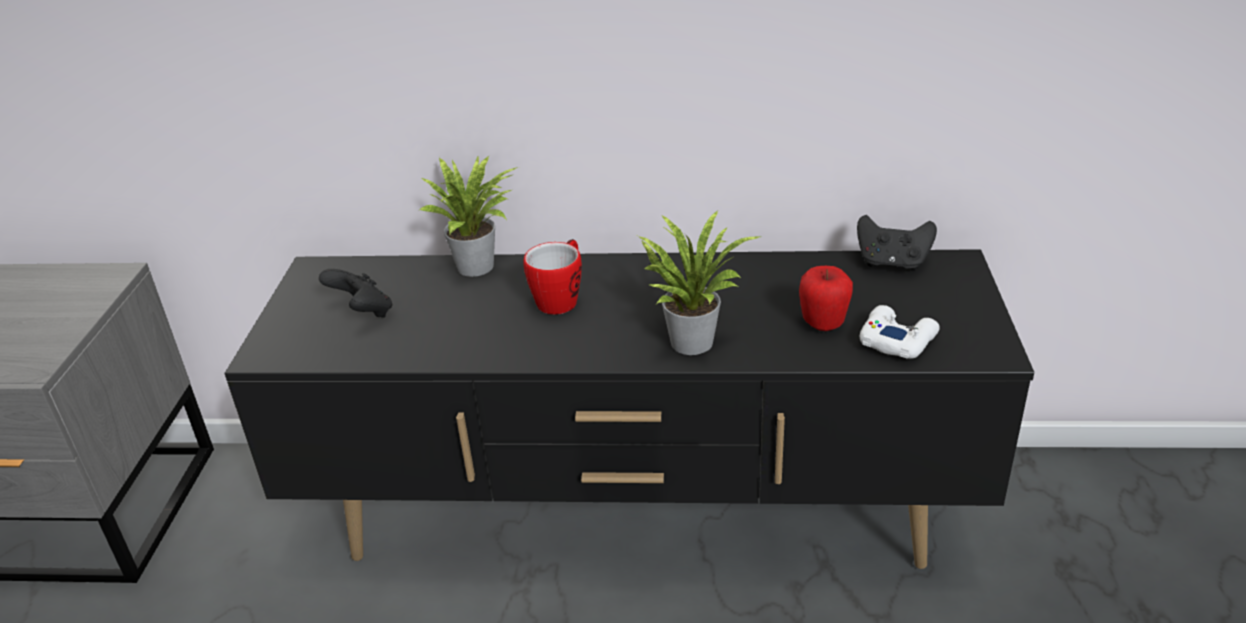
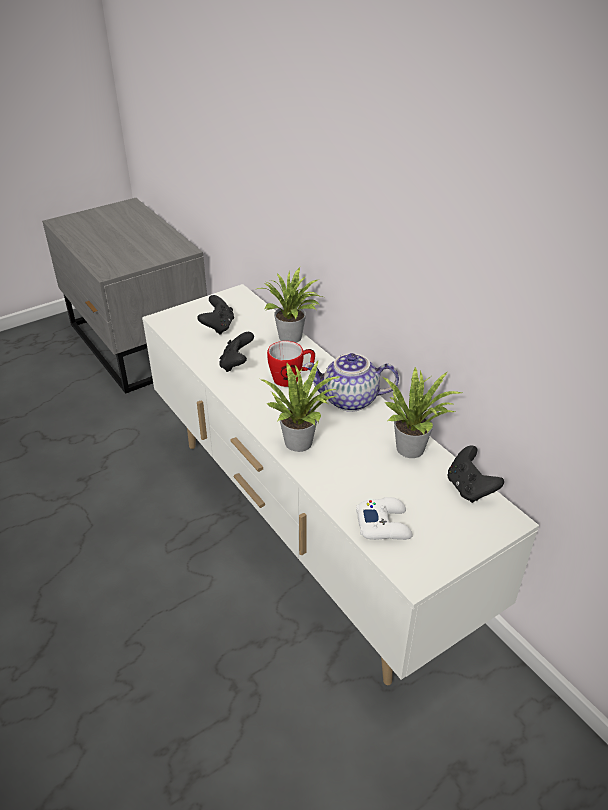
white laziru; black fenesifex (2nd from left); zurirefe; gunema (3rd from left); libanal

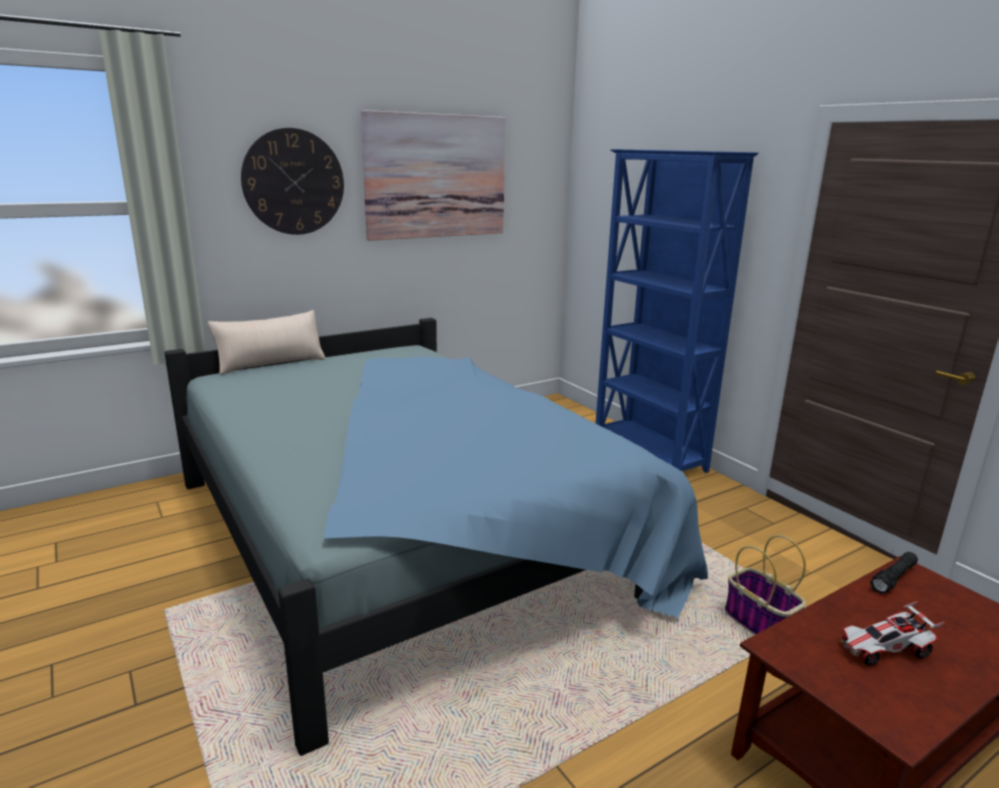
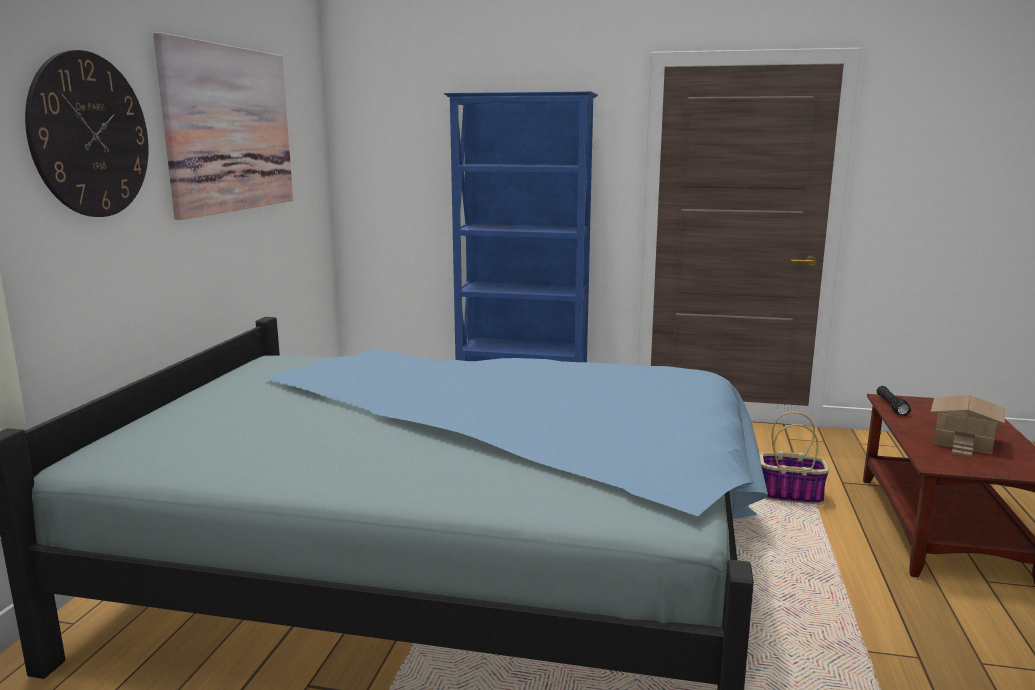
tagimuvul; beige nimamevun

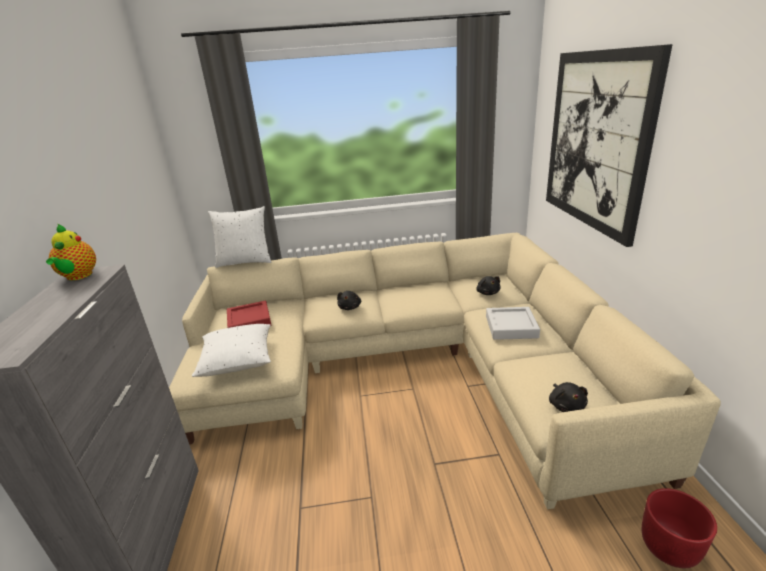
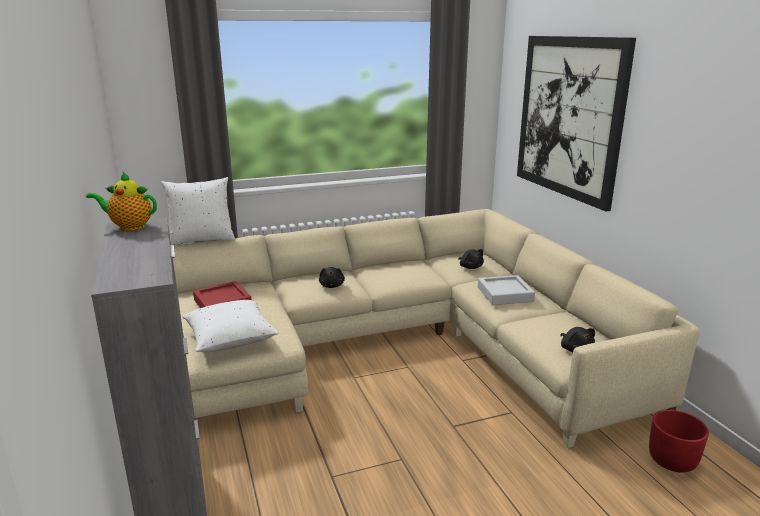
zurirefe

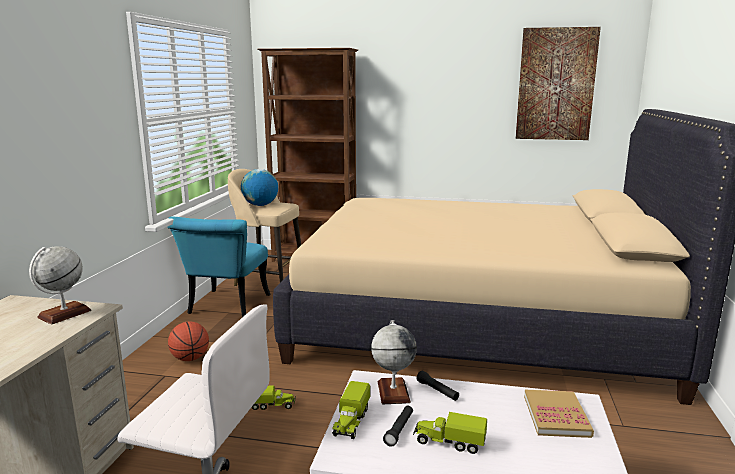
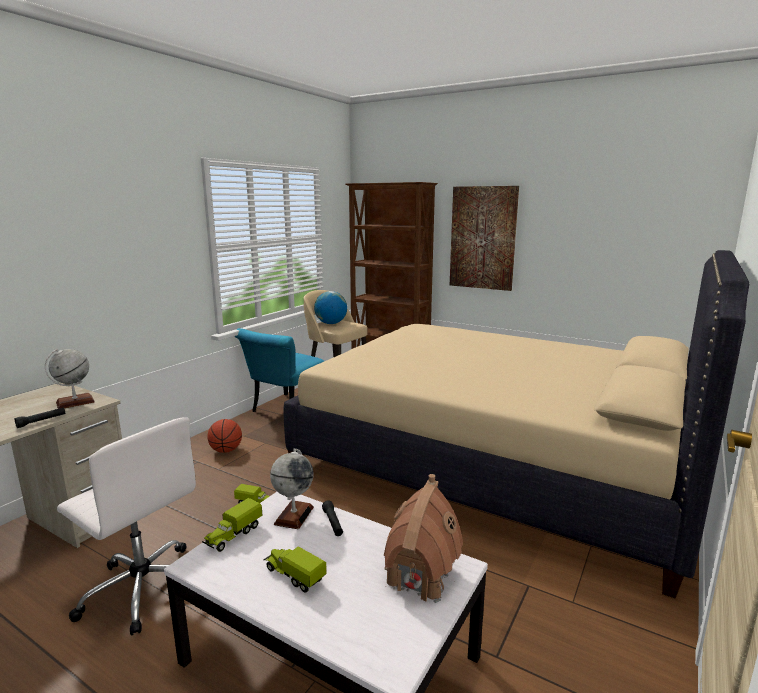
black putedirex (1st from left); tagimuvul; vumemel

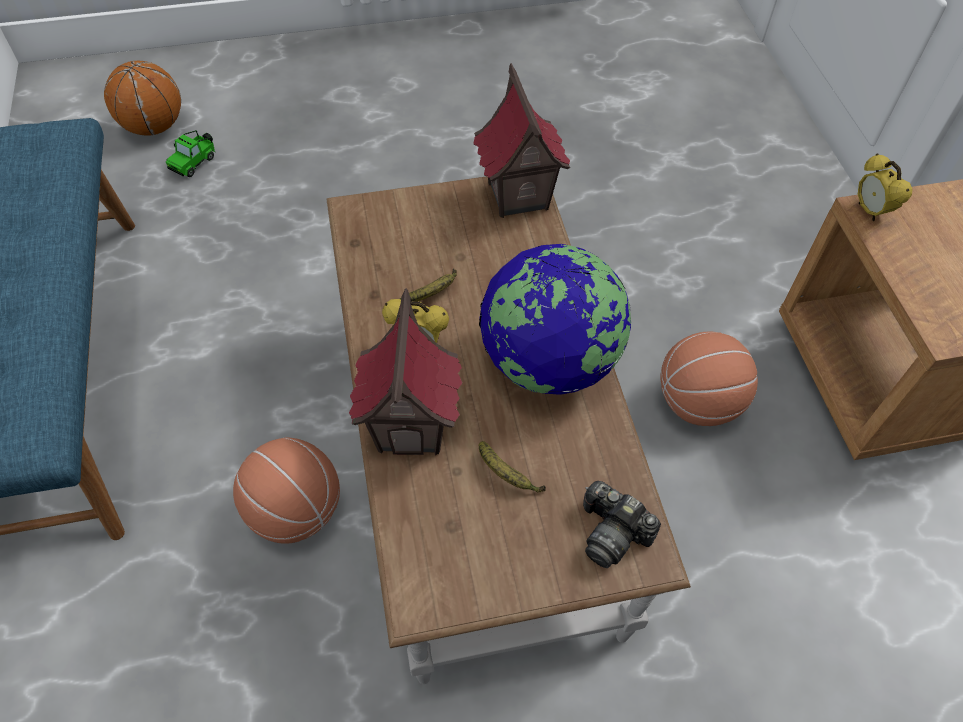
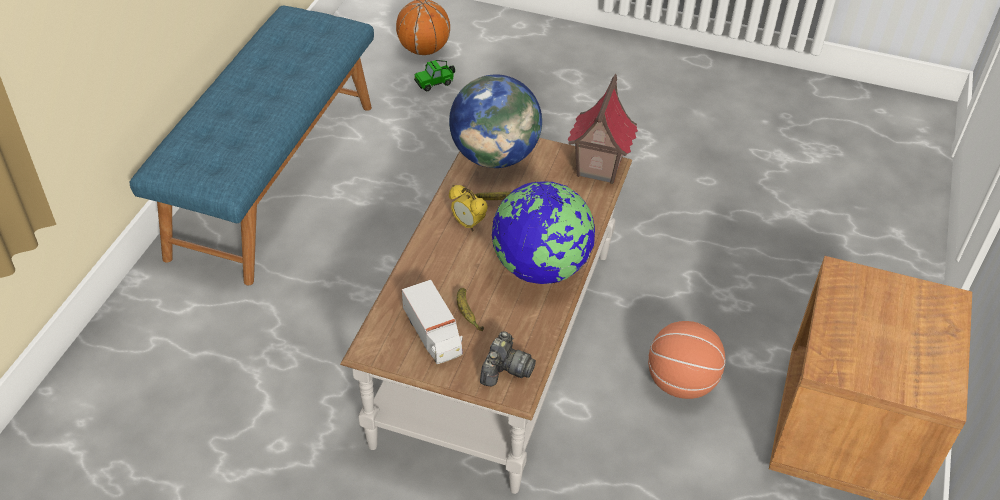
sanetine; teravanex (1st from left); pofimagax; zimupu (2nd from left in the first image); tagimuvul (1st from left in the first image); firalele (2nd from left in the first image)

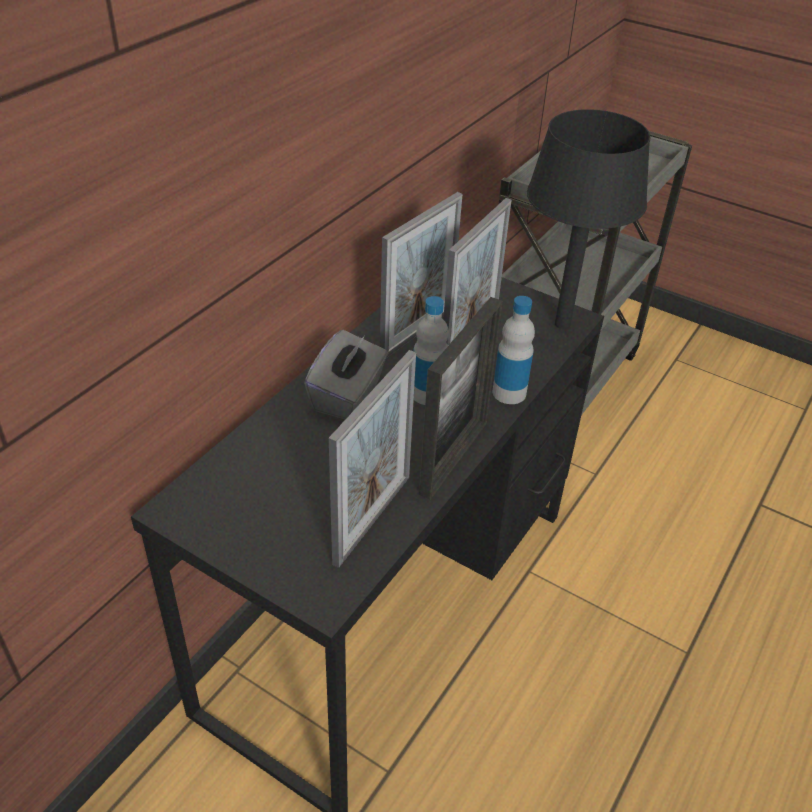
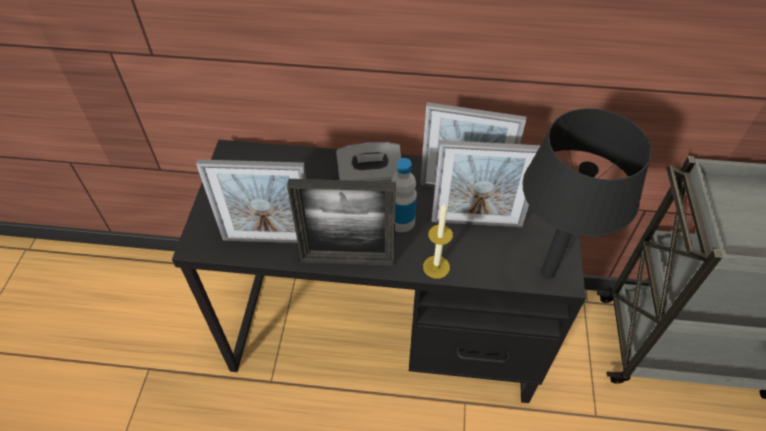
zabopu

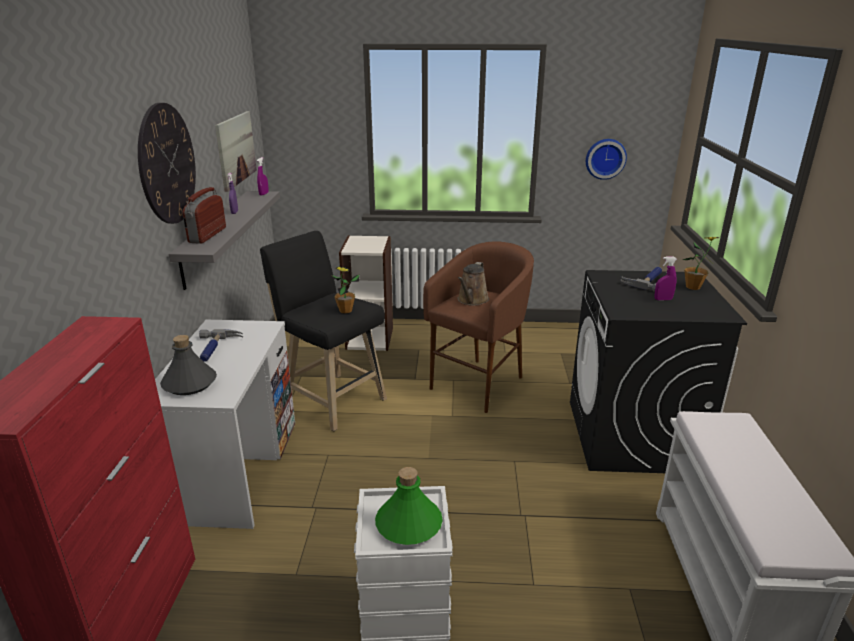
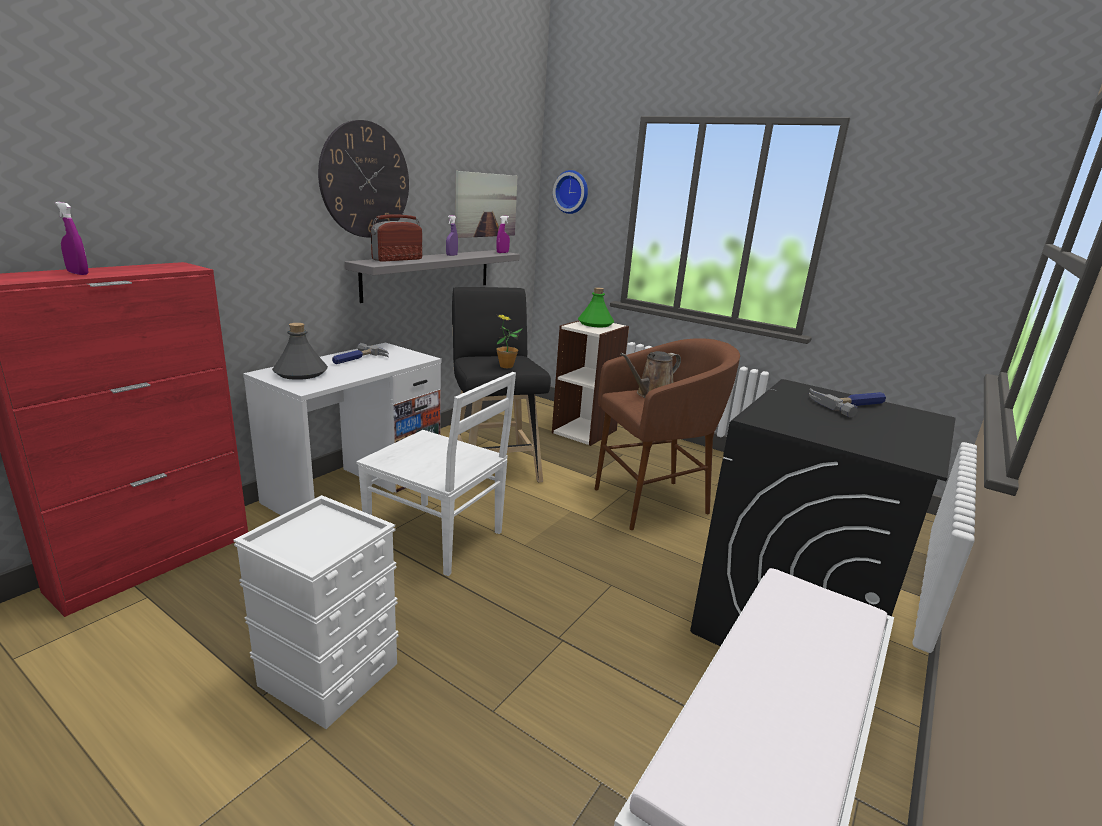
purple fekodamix (1st from left); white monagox; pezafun (2nd from left); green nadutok; gunema (2nd from left in the first image)

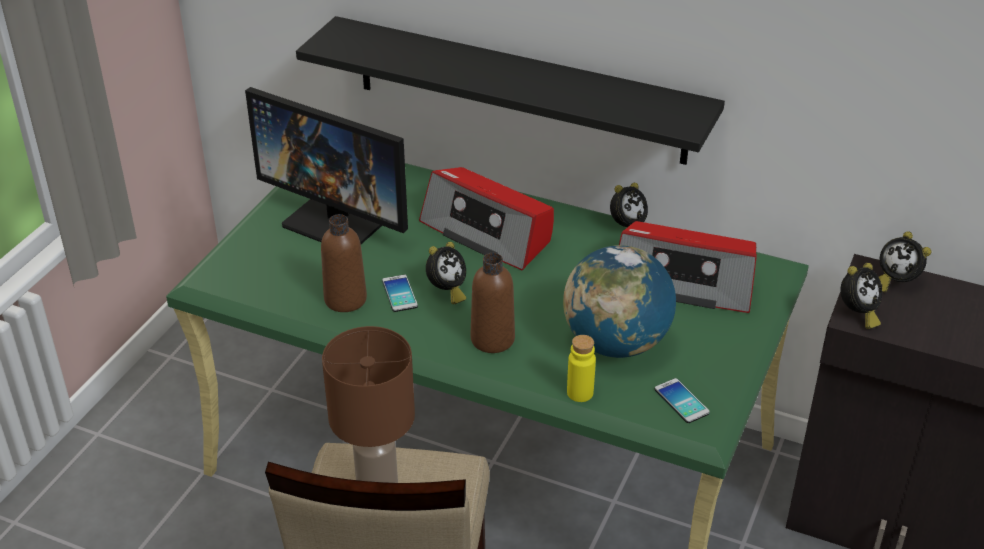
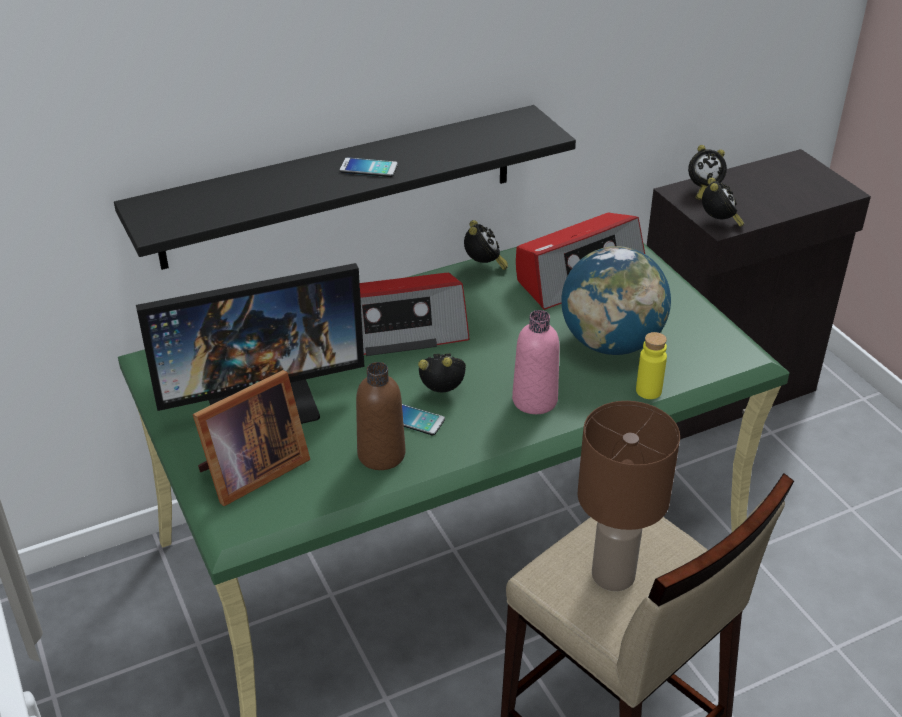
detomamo; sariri (1st from left); firalele (1st from left); pink nadutok

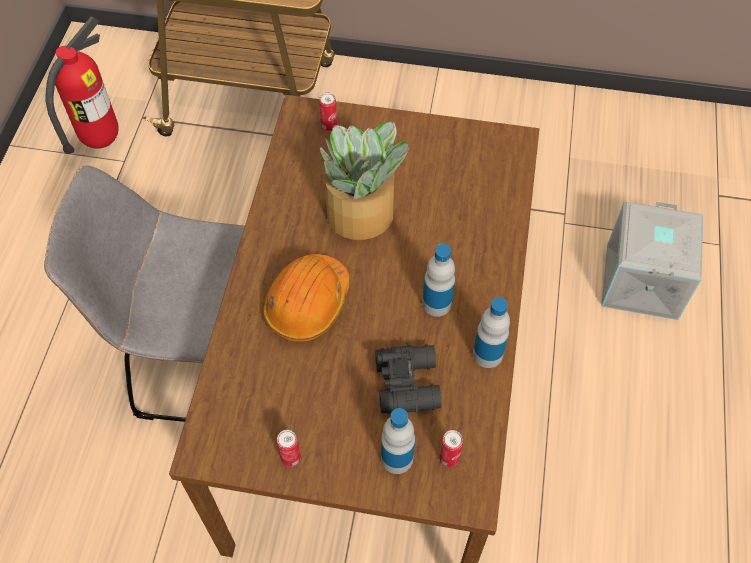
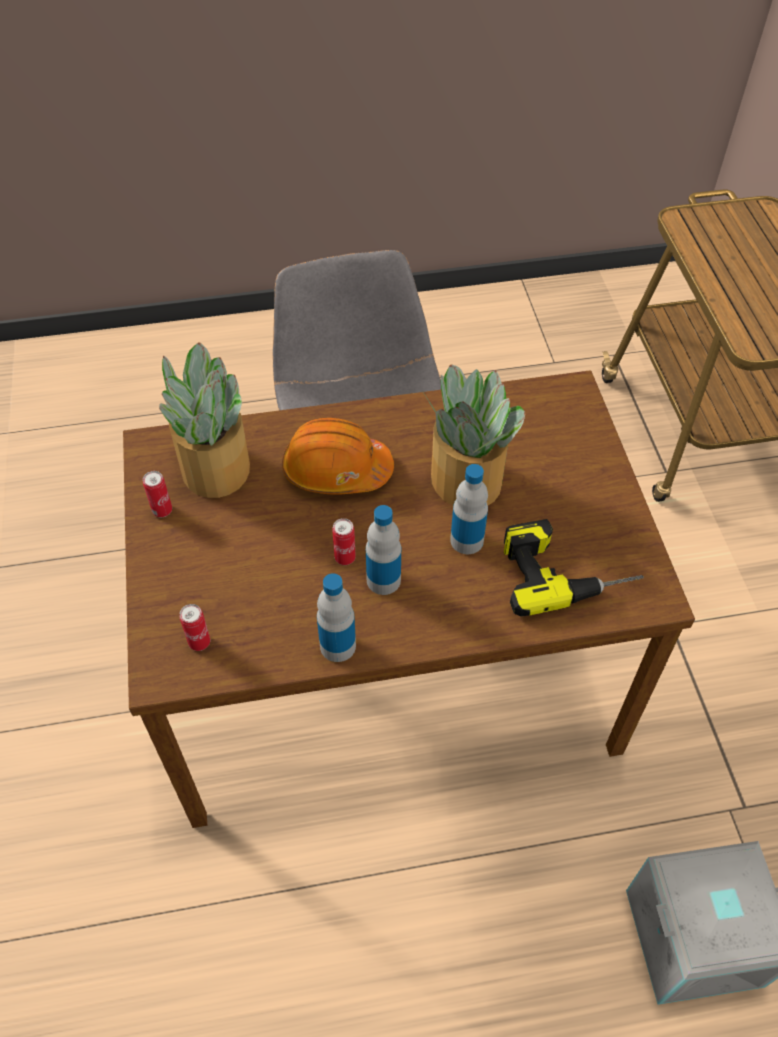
gunema (1st from left); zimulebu (3rd from left); nadutok (3rd from left); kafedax; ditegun; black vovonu

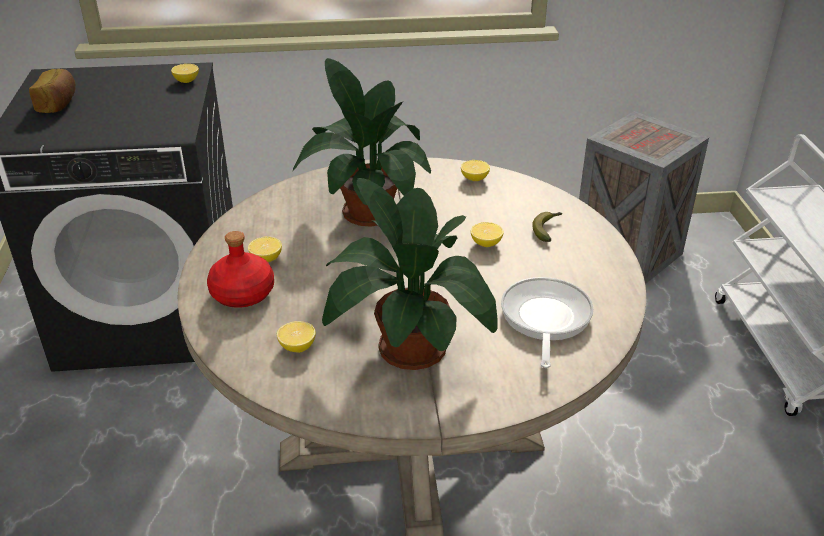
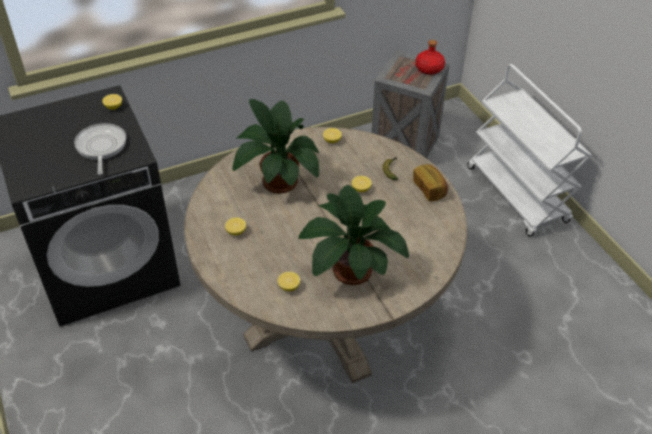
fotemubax; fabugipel; red nadutok

